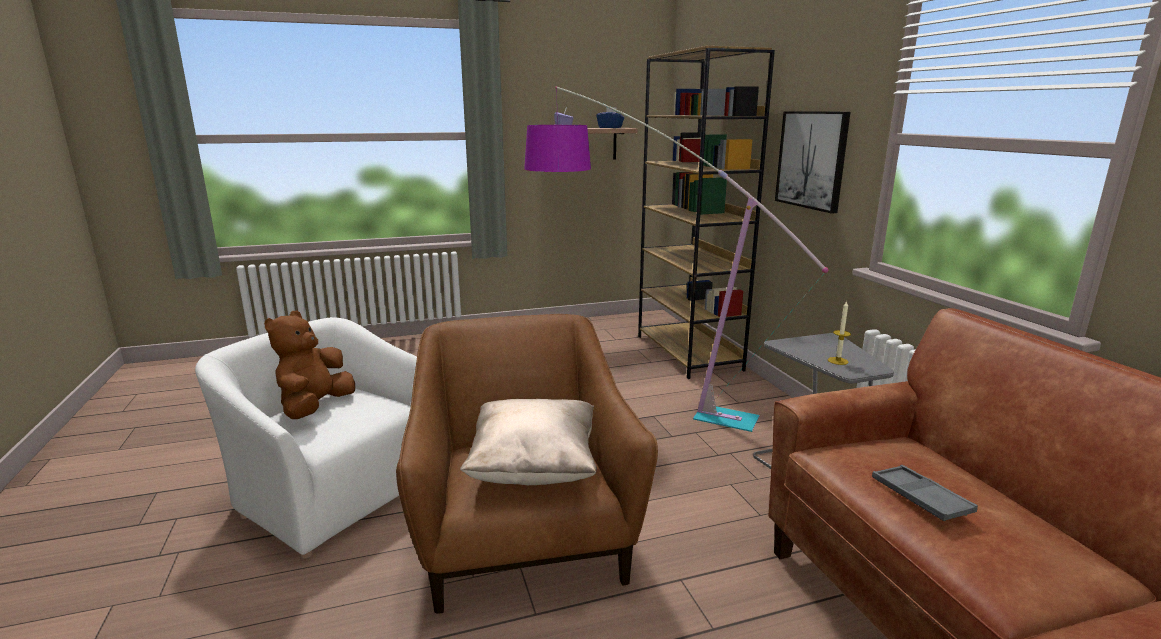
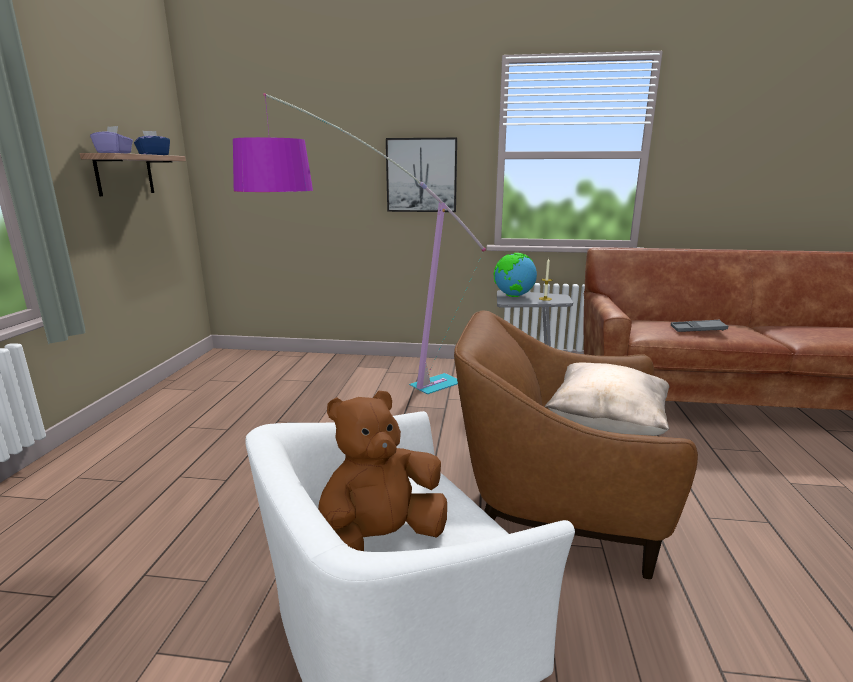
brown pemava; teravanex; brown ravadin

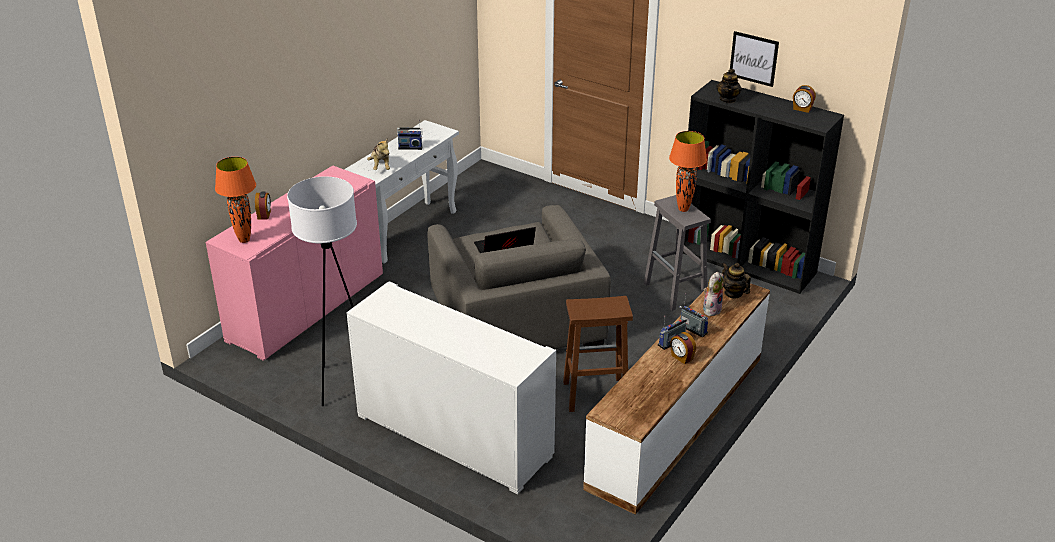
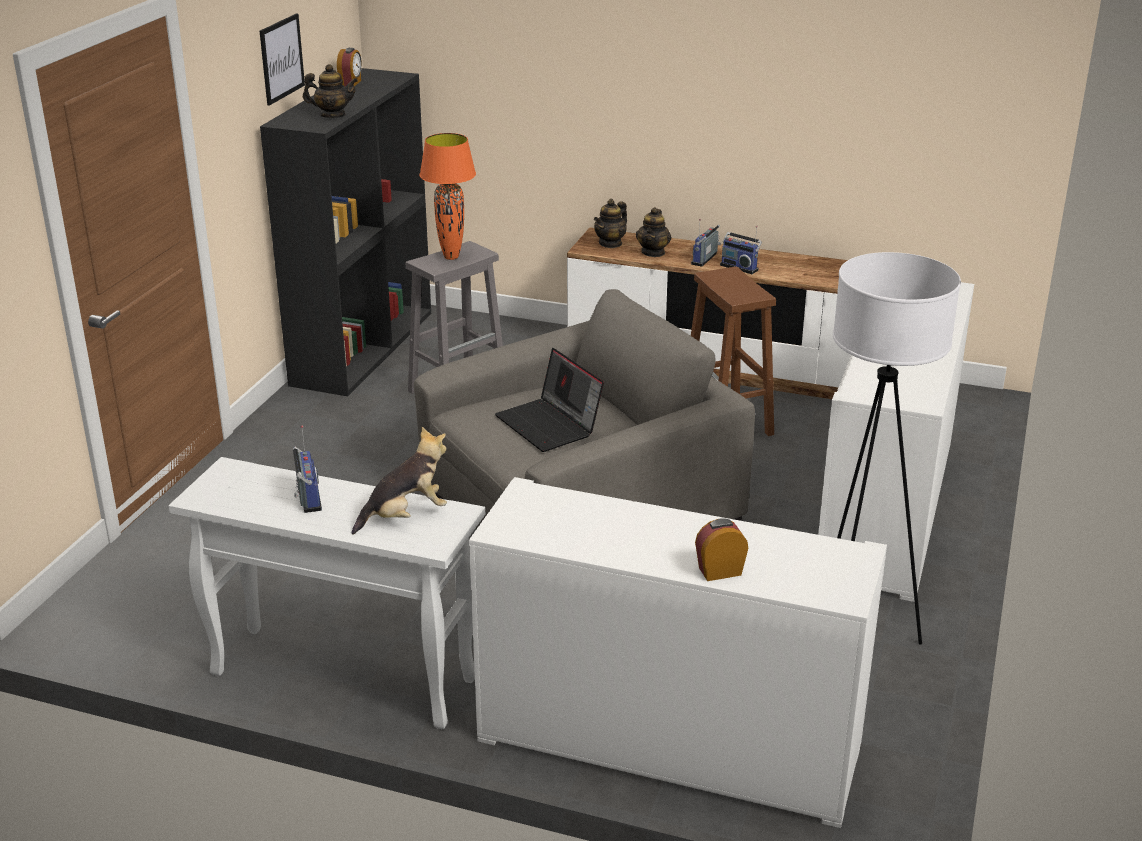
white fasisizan (1st from left); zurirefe (3rd from left); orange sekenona (1st from left in the first image); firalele (2nd from left in the first image)

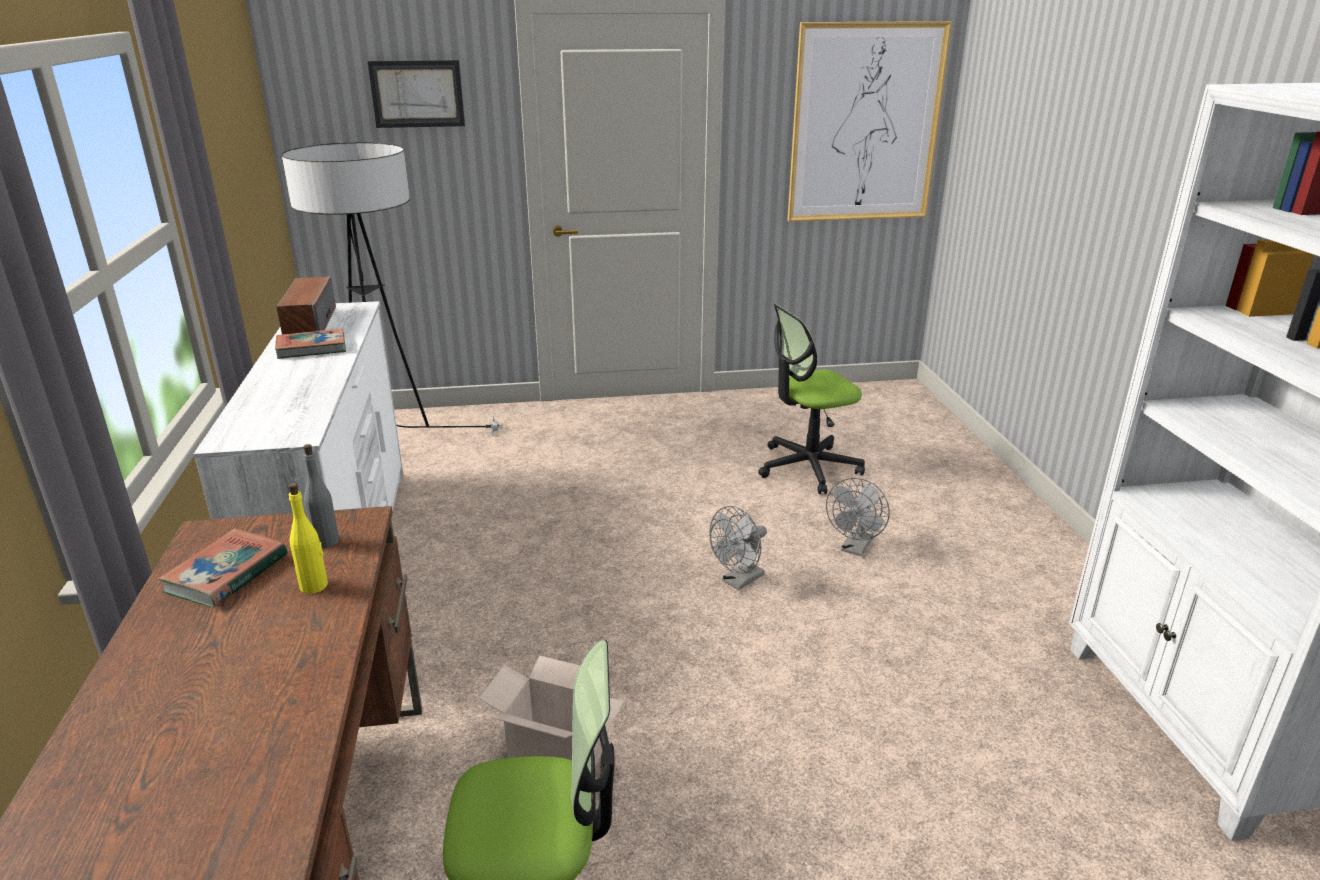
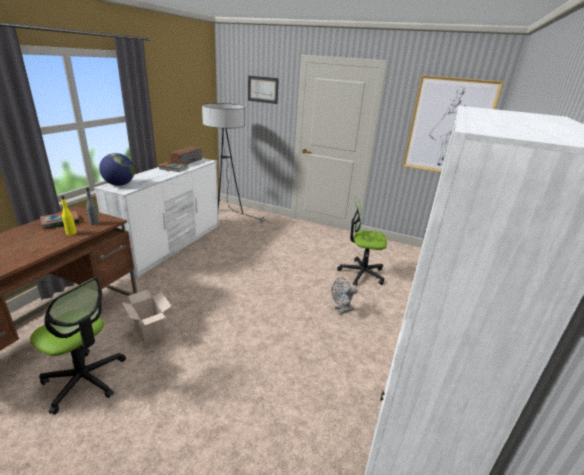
teravanex; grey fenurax (1st from left in the first image)

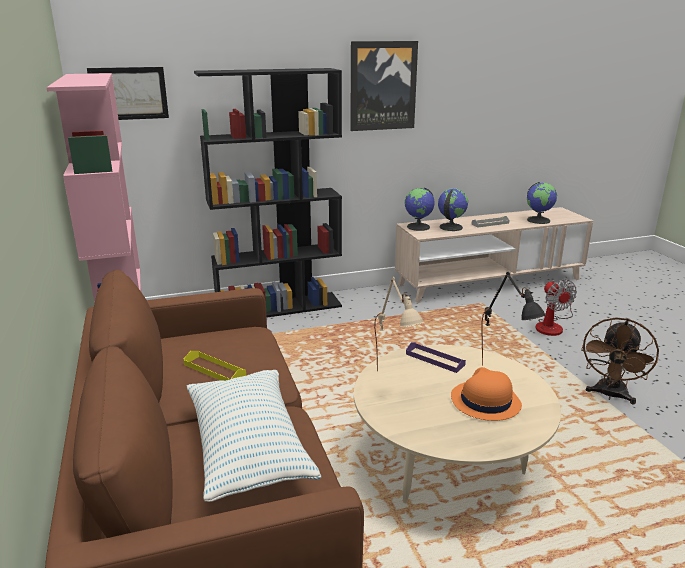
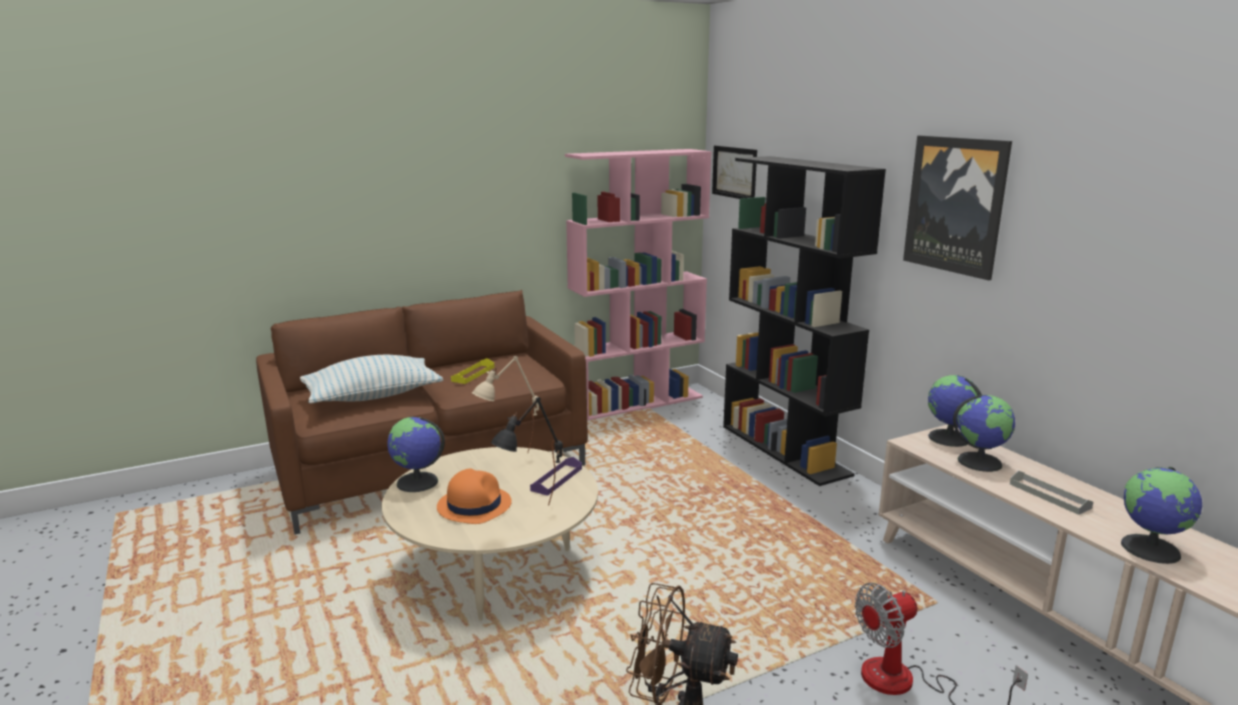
teravanex (1st from left)

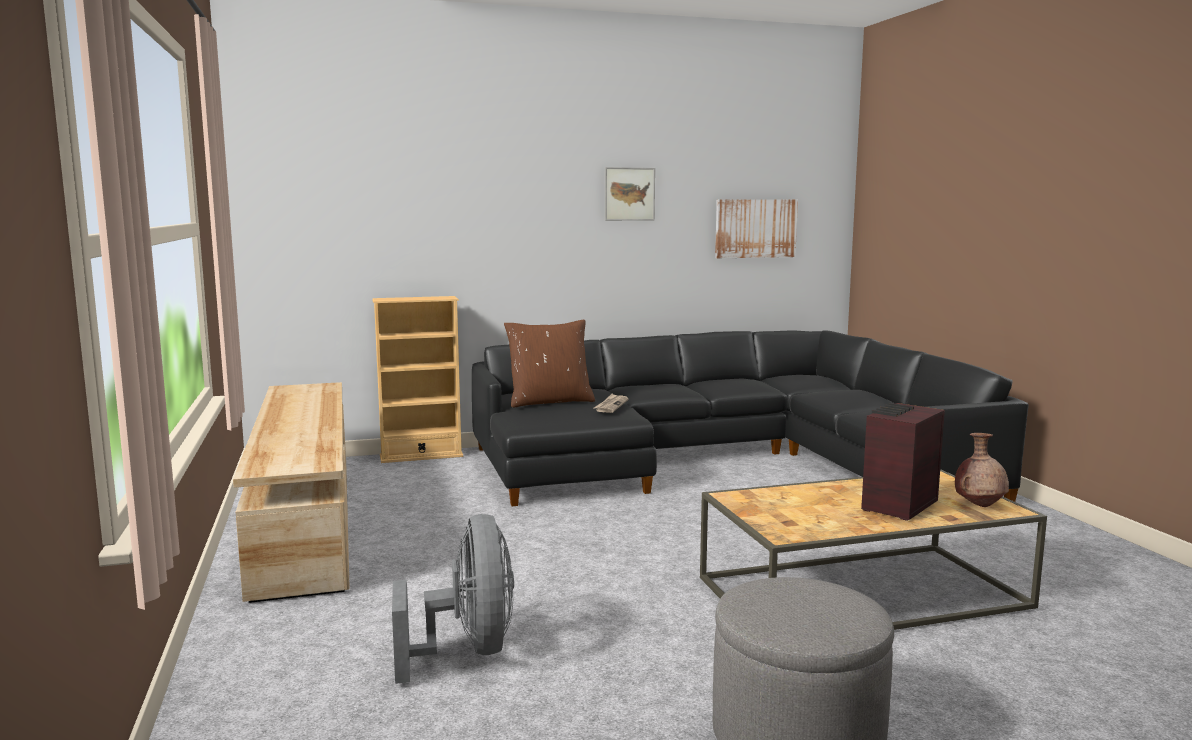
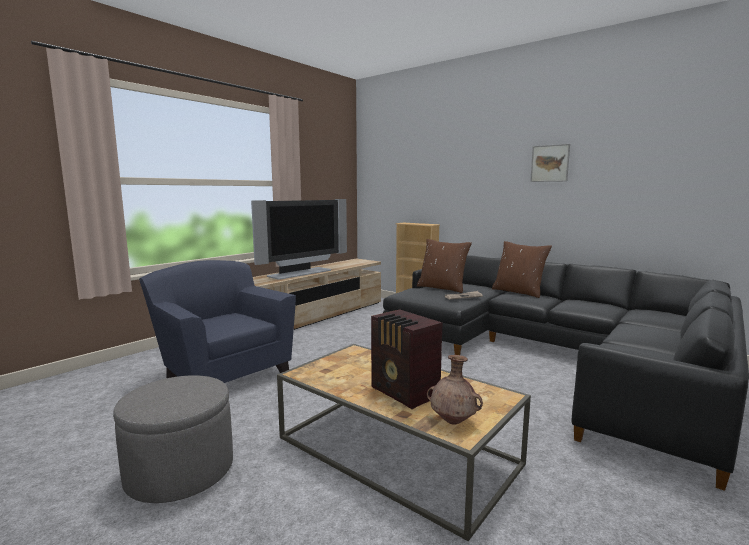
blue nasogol; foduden; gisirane; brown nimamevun (2nd from left); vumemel (2nd from left in the first image)

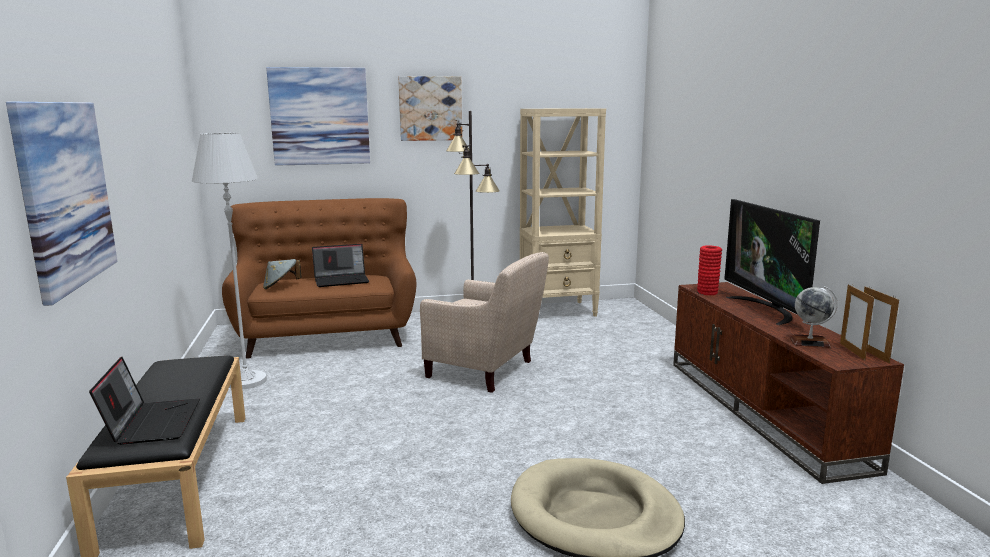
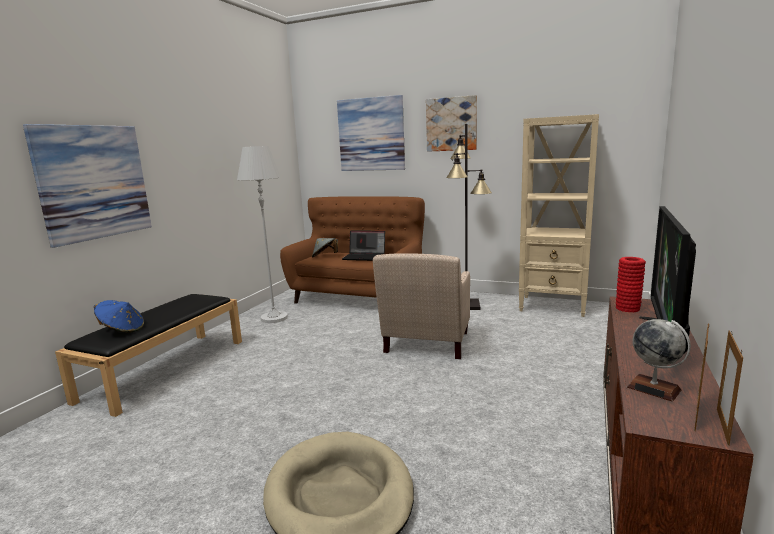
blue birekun; beige nasogol

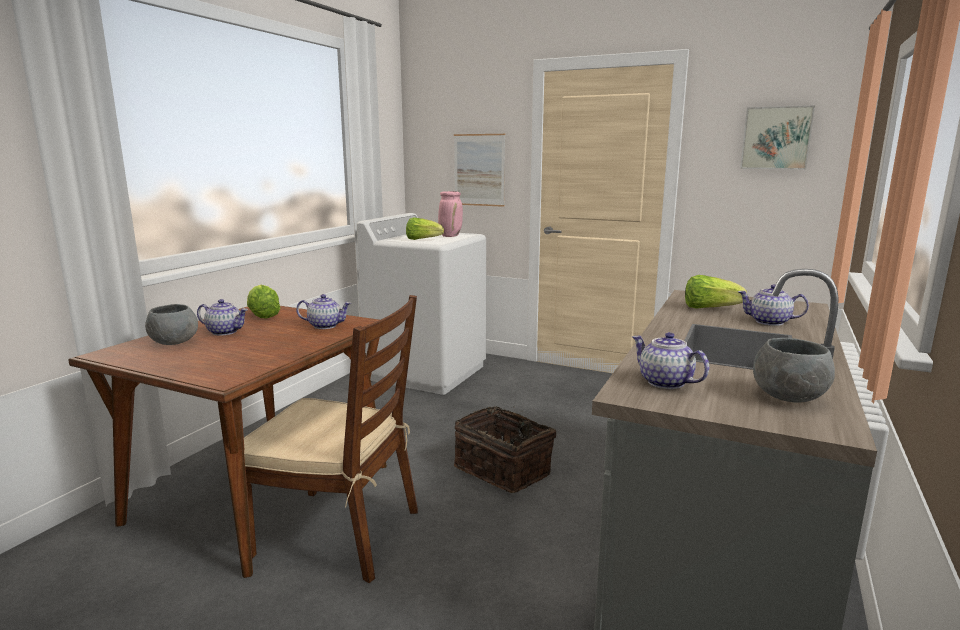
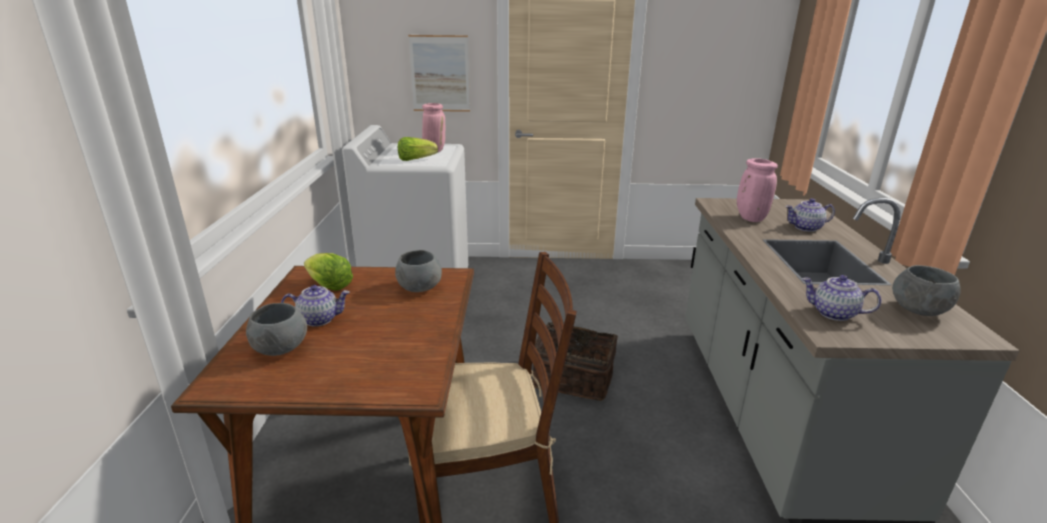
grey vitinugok (2nd from left); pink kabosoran (2nd from left); vumemel (2nd from left in the first image)

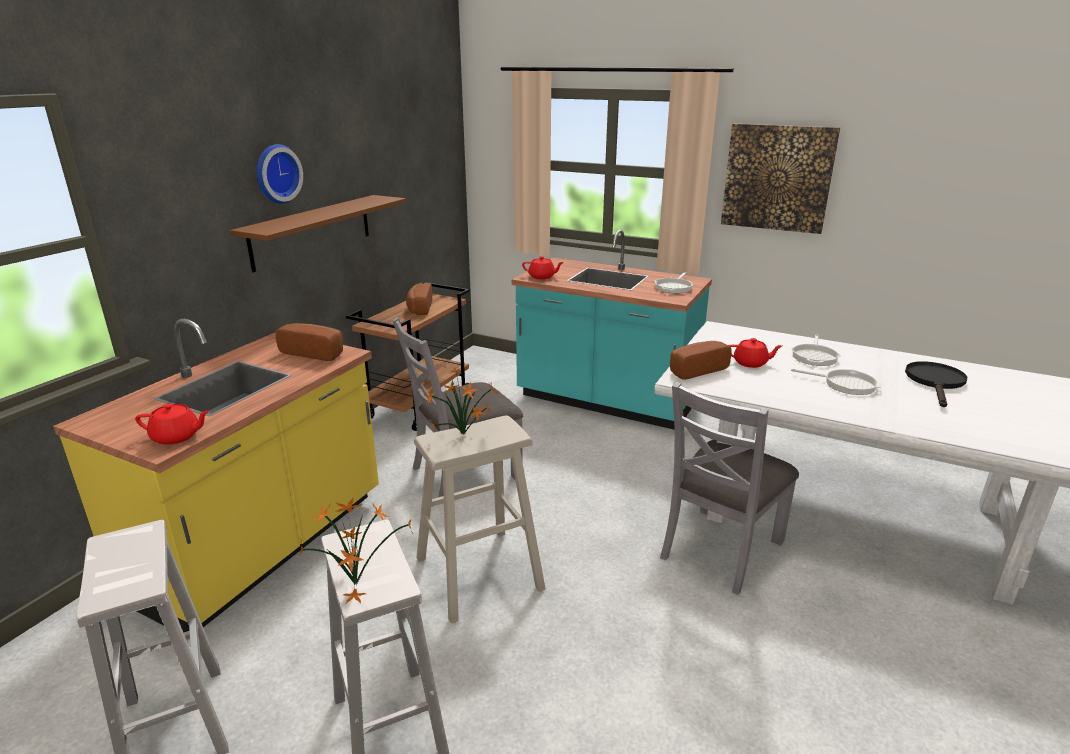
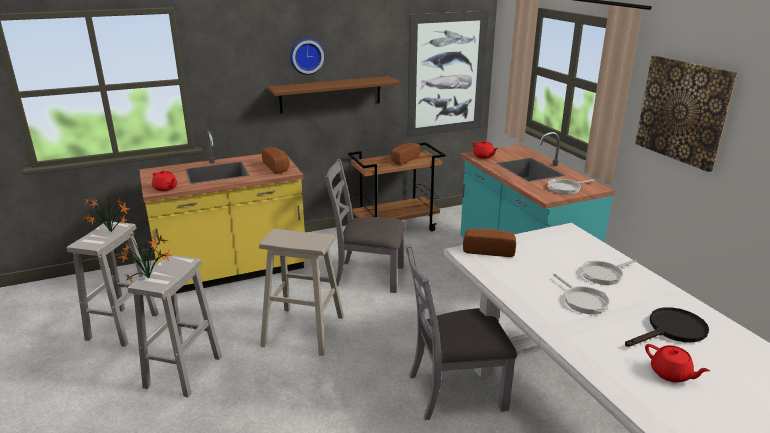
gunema (1st from left); vumemel (1st from left); red zurirefe (3rd from left)

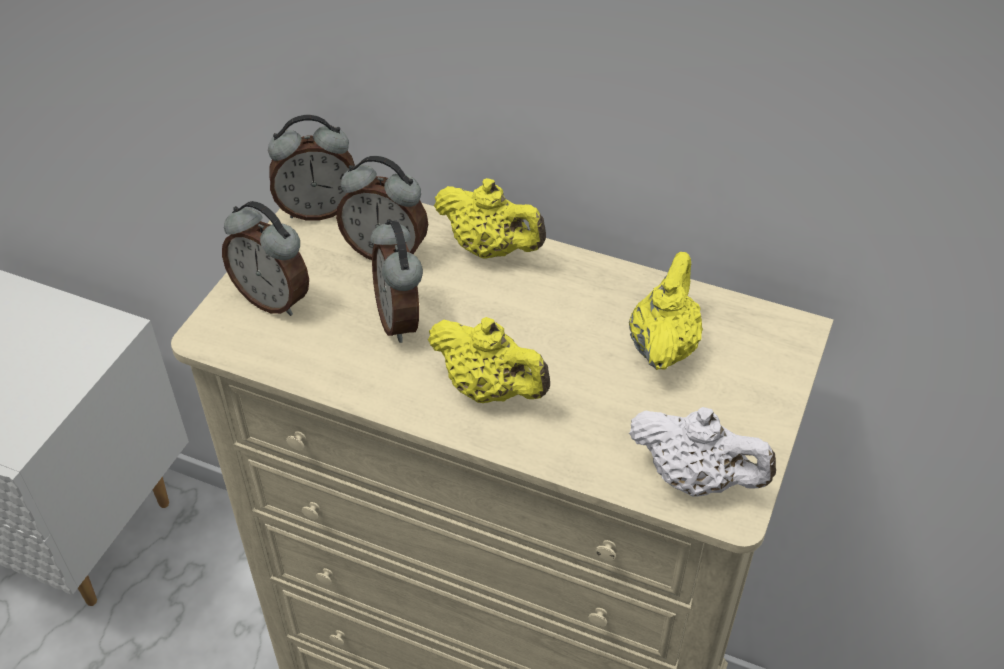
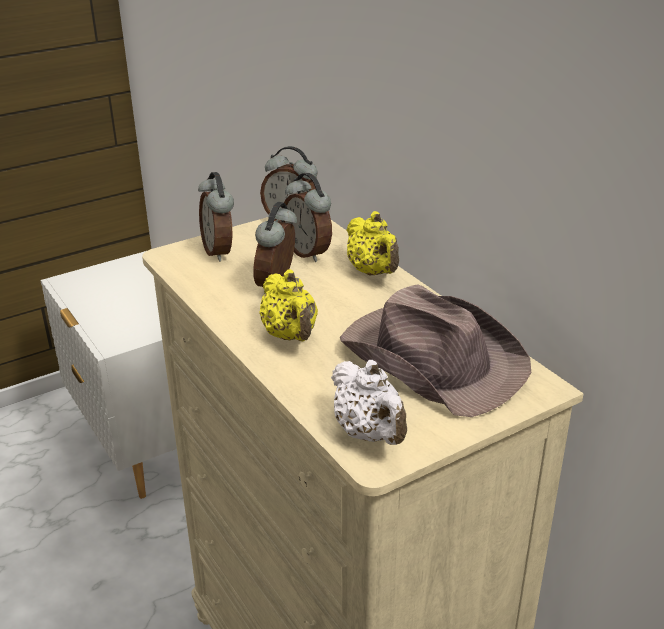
brown birekun

